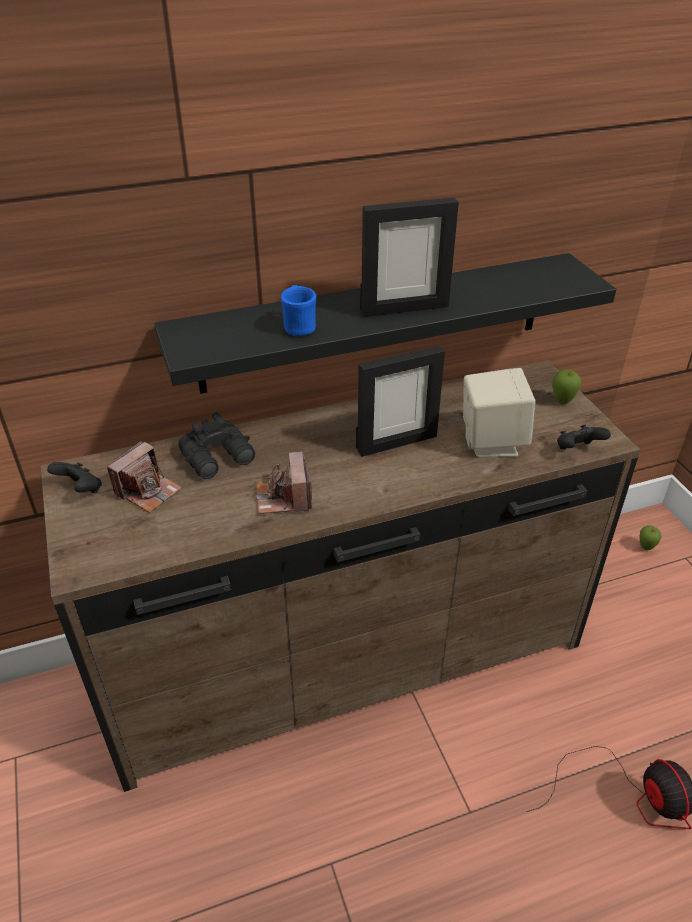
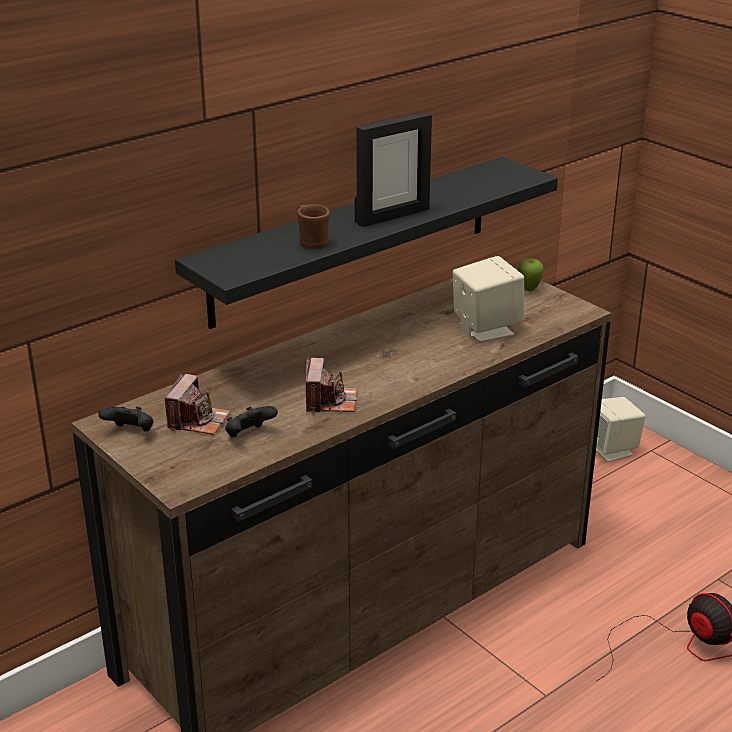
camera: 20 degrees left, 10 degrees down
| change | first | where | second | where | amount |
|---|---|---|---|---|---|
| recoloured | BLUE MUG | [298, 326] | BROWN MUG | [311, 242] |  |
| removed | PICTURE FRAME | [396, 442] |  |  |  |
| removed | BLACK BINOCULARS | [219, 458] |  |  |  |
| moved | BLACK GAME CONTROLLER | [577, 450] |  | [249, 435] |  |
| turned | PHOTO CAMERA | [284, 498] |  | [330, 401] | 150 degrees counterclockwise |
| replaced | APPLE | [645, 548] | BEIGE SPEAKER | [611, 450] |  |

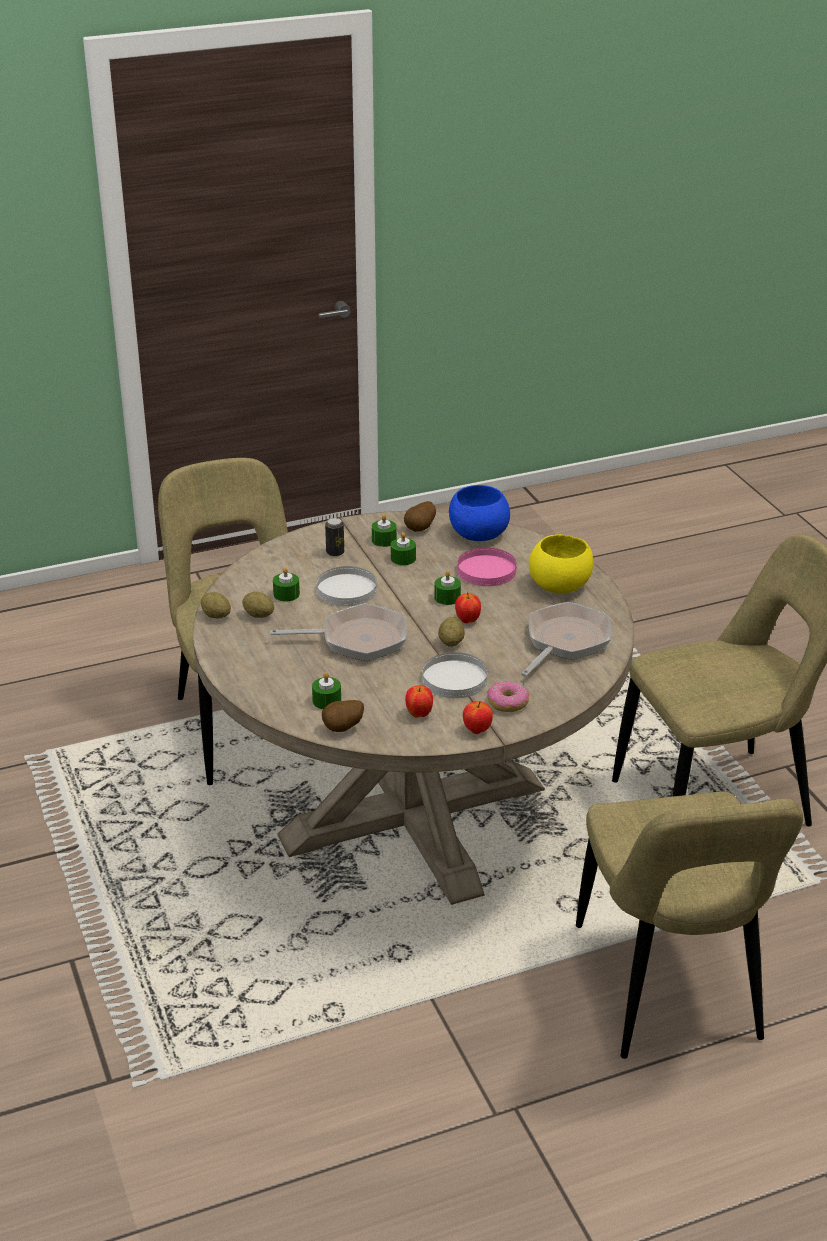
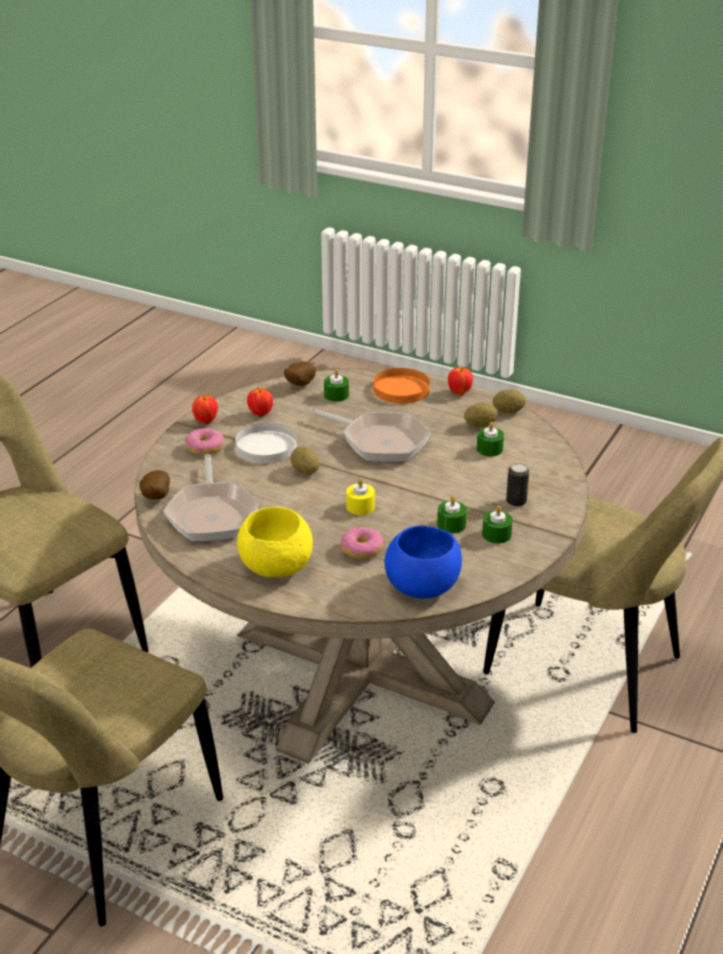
camera: 140 degrees right, 0 degrees up
| change | first | where | second | where | amount |
|---|---|---|---|---|---|
| moved | POTATO | [421, 529] |  | [155, 498] |  |
| replaced | PINK PLATE | [487, 570] | DONUT | [361, 549] |  |
| removed | WHITE PLATE | [346, 589] |  |  |  |
| recoloured | GREEN CANDLE | [447, 597] | YELLOW CANDLE | [360, 506] |  |
| moved | APPLE | [467, 620] |  | [459, 392] |  |
| turned | FRYING PAN | [357, 639] |  | [380, 441] | 105 degrees counterclockwise |
| added |  |  | ORANGE PLATE | [400, 389] |  |

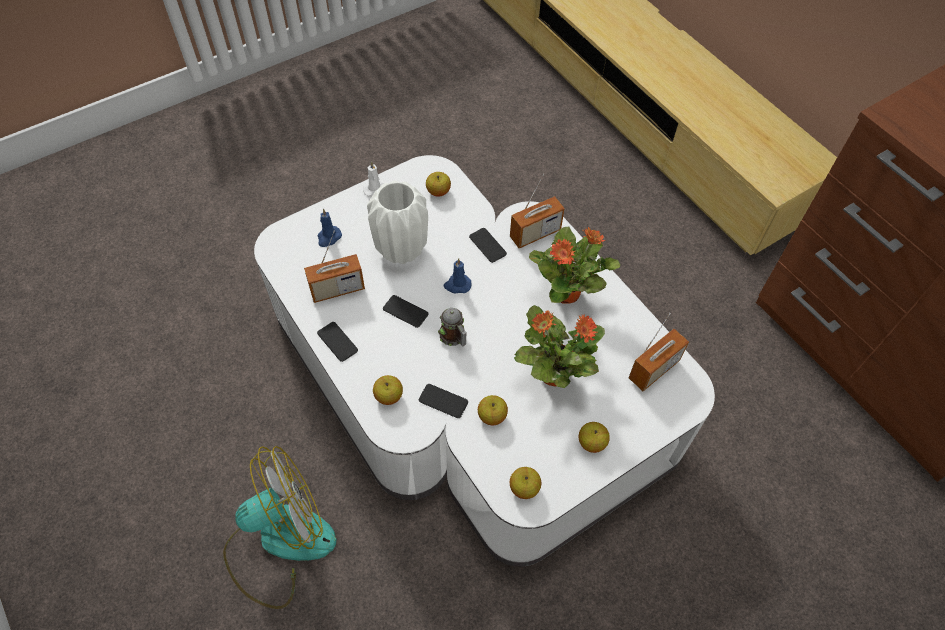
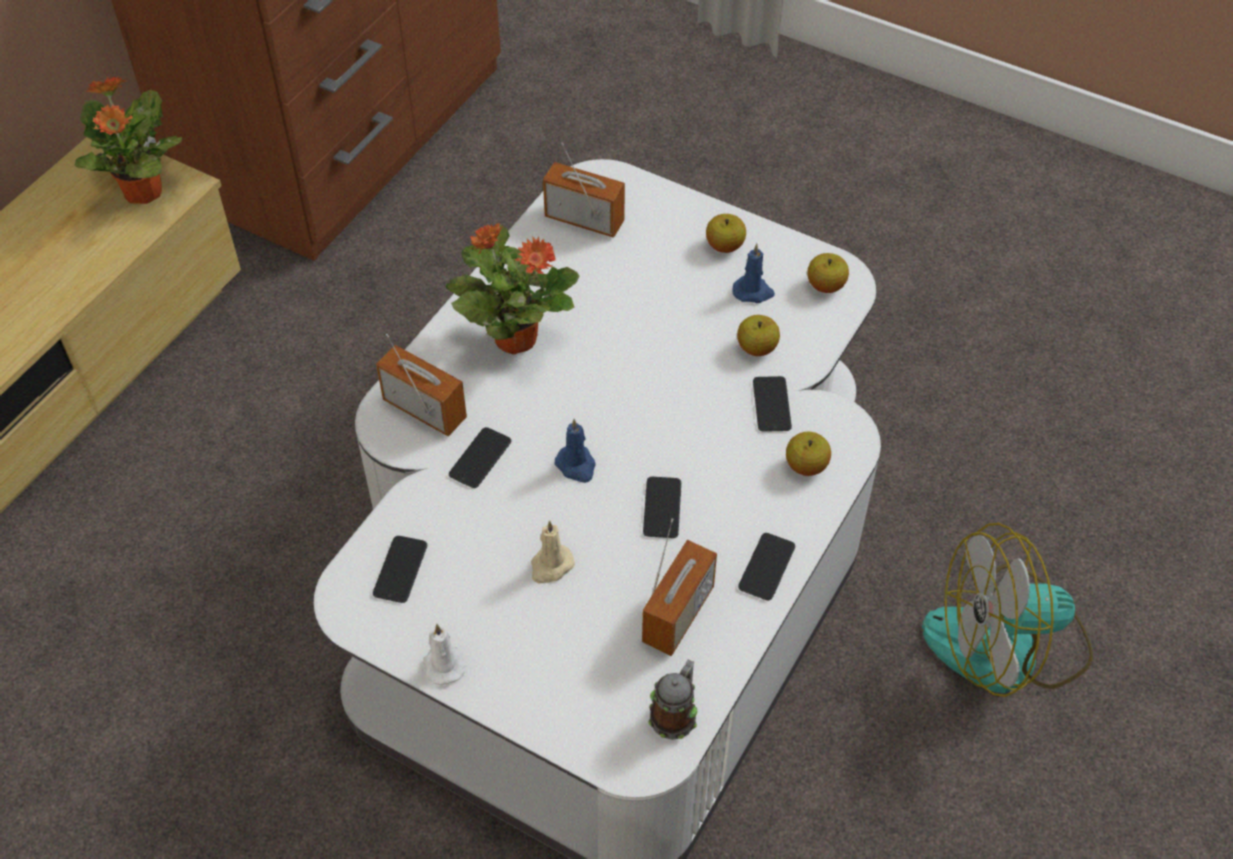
camera: 115 degrees left, 5 degrees down
| change | first | where | second | where | amount |
|---|---|---|---|---|---|
| replaced | APPLE | [438, 191] | PHONE | [400, 570] |  |
| replaced | WHITE VASE | [401, 249] | BEIGE CANDLE | [550, 566] |  |
| moved | BLUE CANDLE | [328, 237] |  | [753, 292] |  |
| turned | RADIO | [337, 289] |  | [678, 615] | 75 degrees clockwise |
| moved | POTTED PLANT | [552, 373] |  | [143, 193] |  |
| moved | MUG | [454, 337] |  | [675, 713] |  |
| turned | FAN | [279, 542] |  | [1007, 646] | 45 degrees counterclockwise |

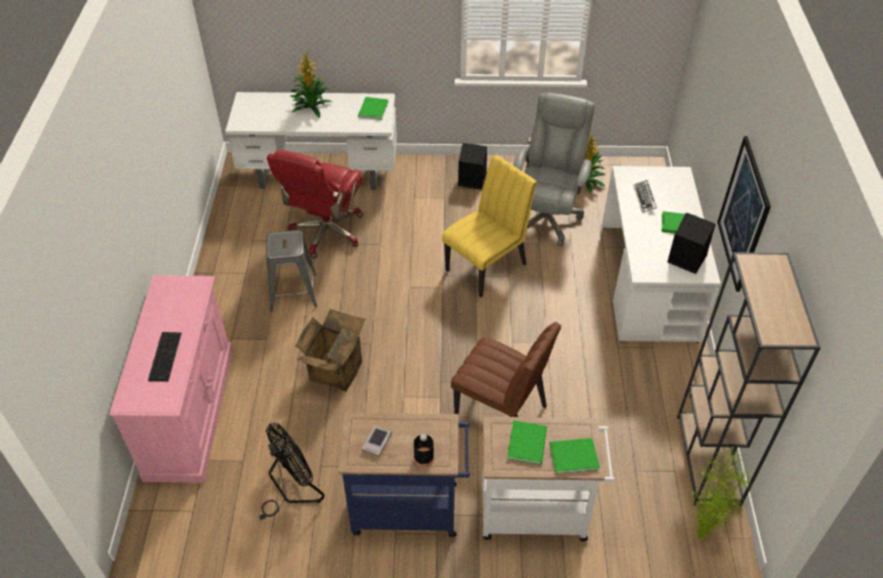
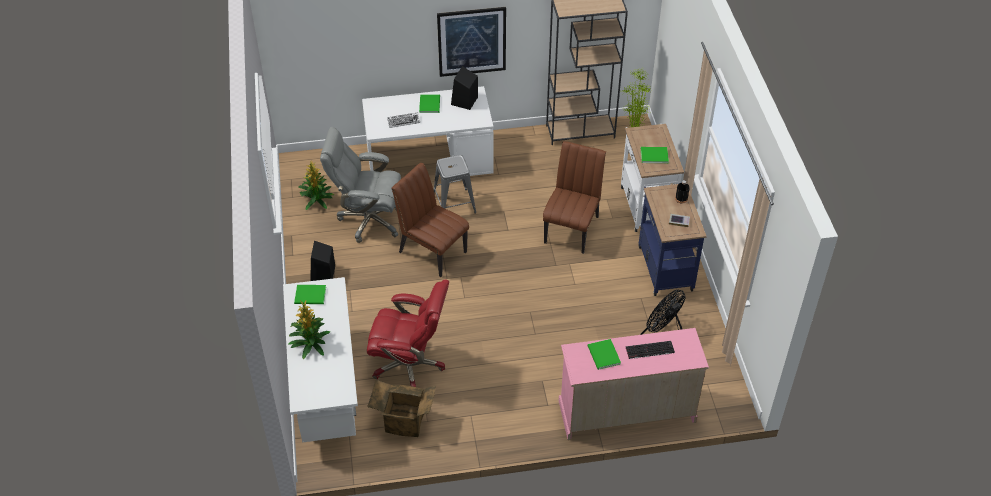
camera: 100 degrees left, 0 degrees up
| change | first | where | second | where | amount |
|---|---|---|---|---|---|
| recoloured | YELLOW CHAIR | [486, 268] | BROWN CHAIR | [433, 252] |  |
| moved | GREY STOOL | [293, 292] |  | [454, 204] |  |
| moved | CARDBOARD BOX | [334, 369] |  | [404, 422] |  |
| moved | GREEN BOOK | [572, 455] |  | [603, 356] |  |

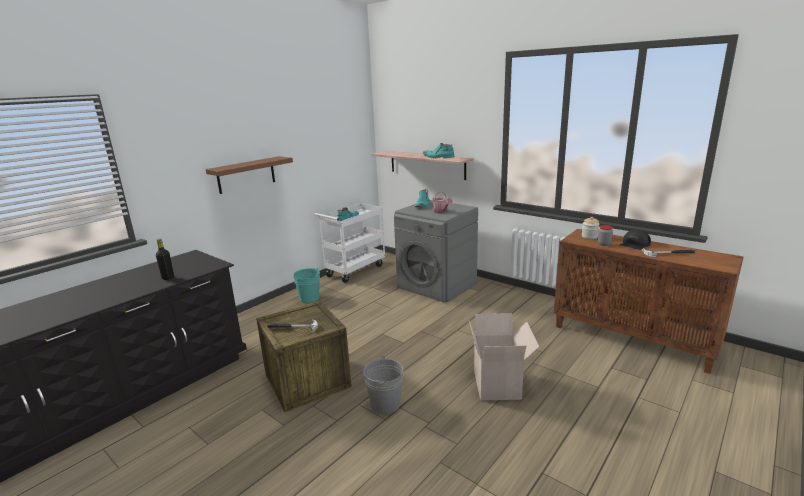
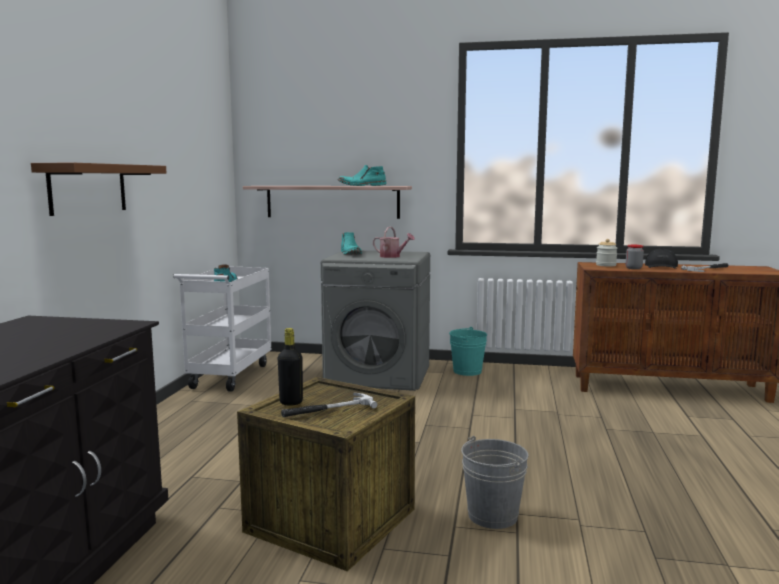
camera: 30 degrees left, 10 degrees down
| change | first | where | second | where | amount |
|---|---|---|---|---|---|
| moved | BLACK BOTTLE | [168, 277] |  | [291, 402] |  |
| moved | TURQUOISE BUCKET | [309, 298] |  | [467, 371] |  |
| removed | CARDBOARD BOX | [498, 385] |  |  |  |

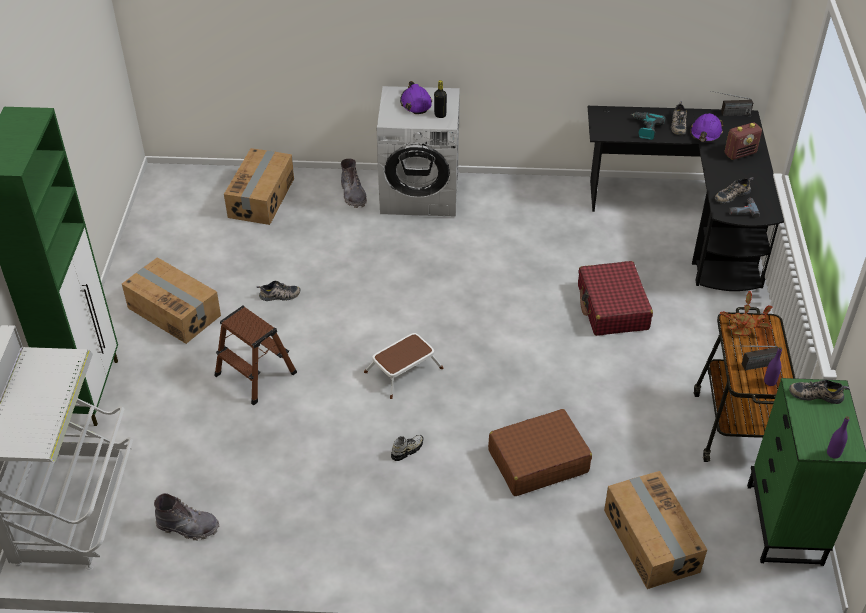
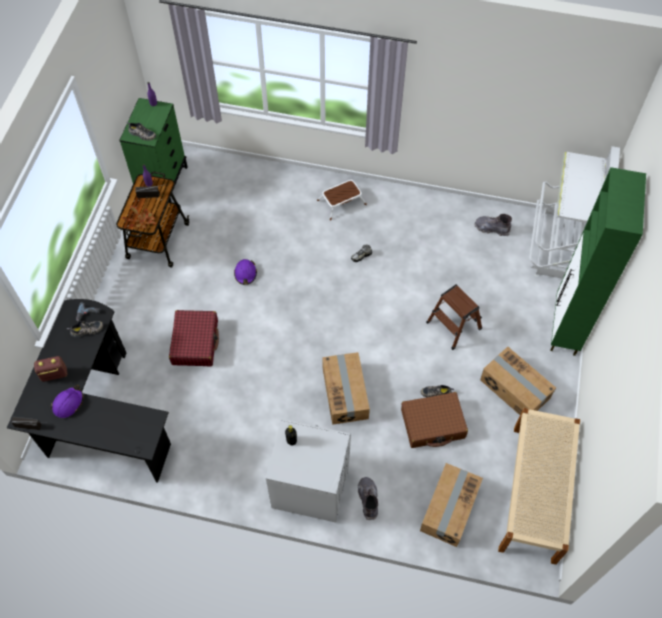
camera: 170 degrees left, 15 degrees up
| change | first | where | second | where | amount |
|---|---|---|---|---|---|
| moved | PURPLE HARD HAT | [415, 103] |  | [245, 274] |  |
| removed | SHOE | [677, 124] |  |  |  |
| removed | POWER DRILL | [645, 129] |  |  |  |
| moved | BROWN STEP LADDER | [403, 370] |  | [341, 202] |  |
| moved | BROWN SUITCASE | [537, 461] |  | [433, 424] |  |
| moved | CARDBOARD BOX | [650, 541] |  | [345, 393] |  |
| added |  |  | BEIGE BENCH | [535, 493] |  |

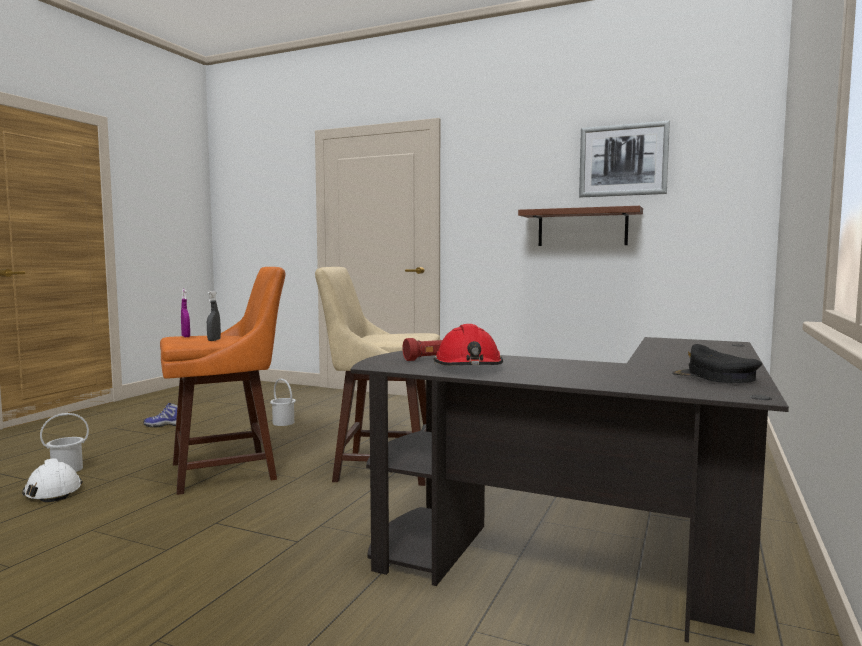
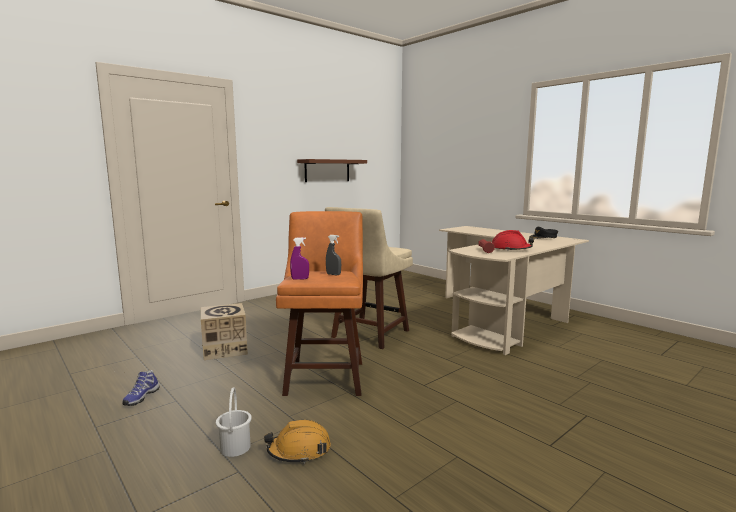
camera: 65 degrees left, 5 degrees up
| change | first | where | second | where | amount |
|---|---|---|---|---|---|
| removed | PICTURE | [623, 160] |  |  |  |
| recoloured | BLACK DESK | [602, 552] | BEIGE DESK | [503, 317] |  |
| replaced | WHITE BUCKET | [283, 423] | CARDBOARD BOX | [225, 349] |  |
| recoloured | WHITE HARD HAT | [53, 491] | ORANGE HARD HAT | [299, 450] |  |

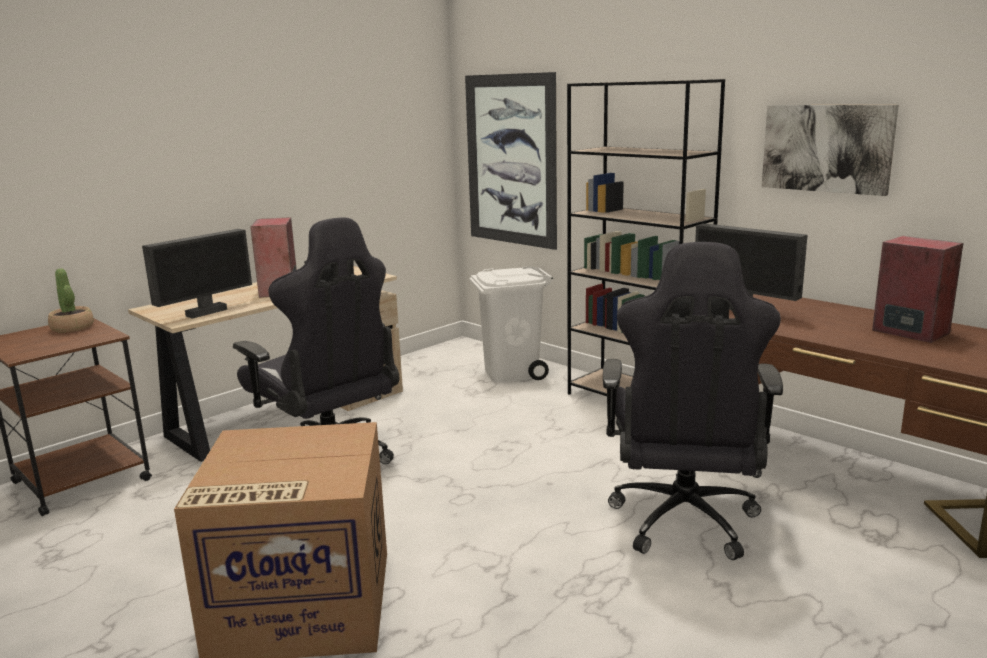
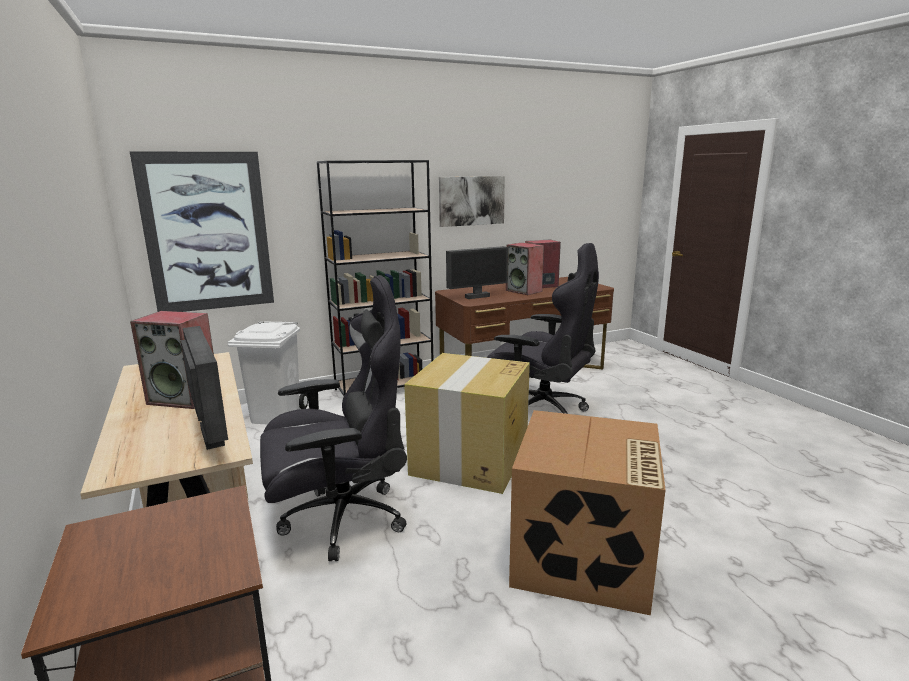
camera: 70 degrees left, 0 degrees up
| change | first | where | second | where | amount |
|---|---|---|---|---|---|
| removed | POTTED PLANT | [72, 327] |  |  |  |
| added |  |  | SPEAKER | [524, 291] |  |
| added |  |  | CARDBOARD BOX | [469, 461] |  |

